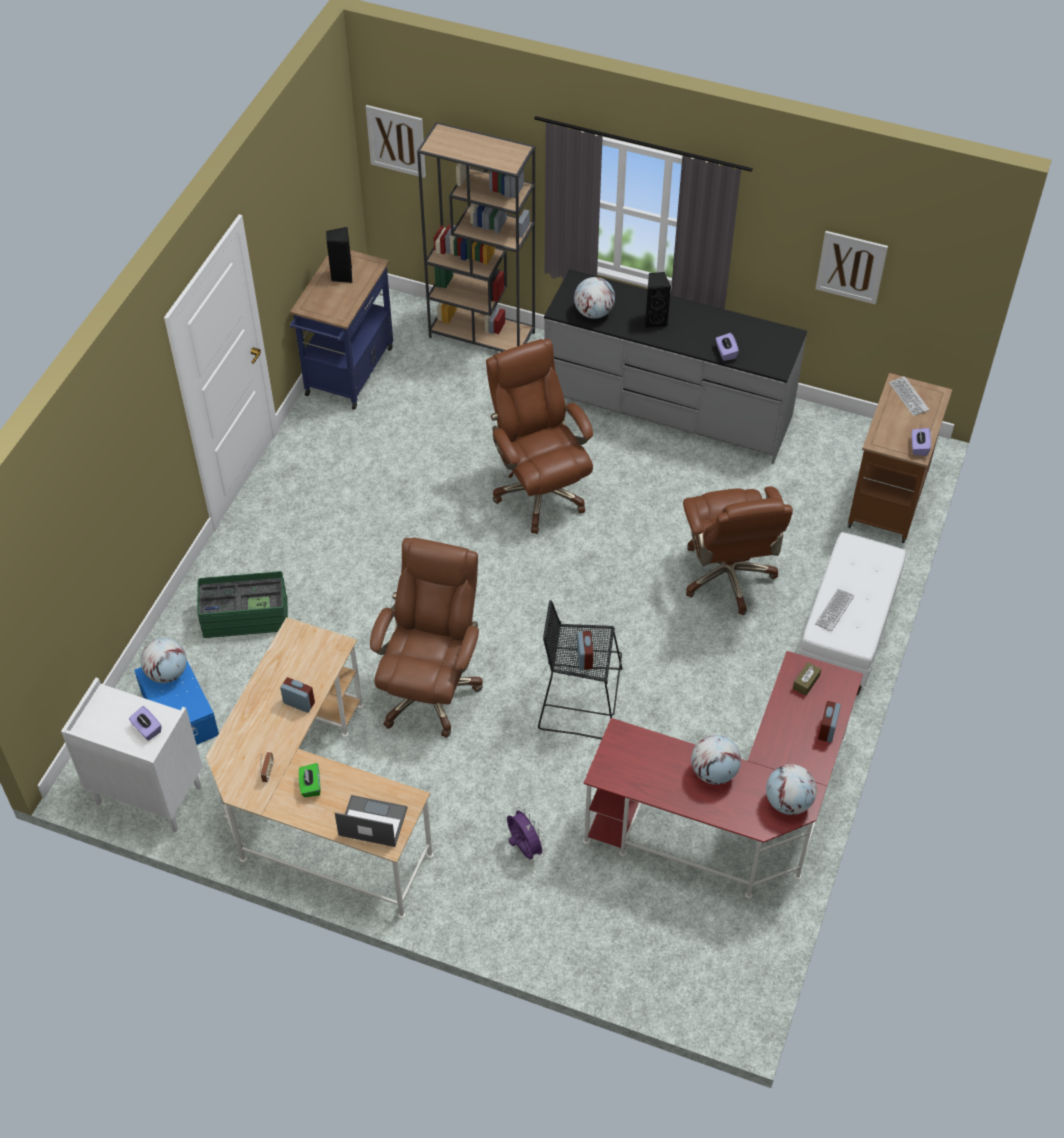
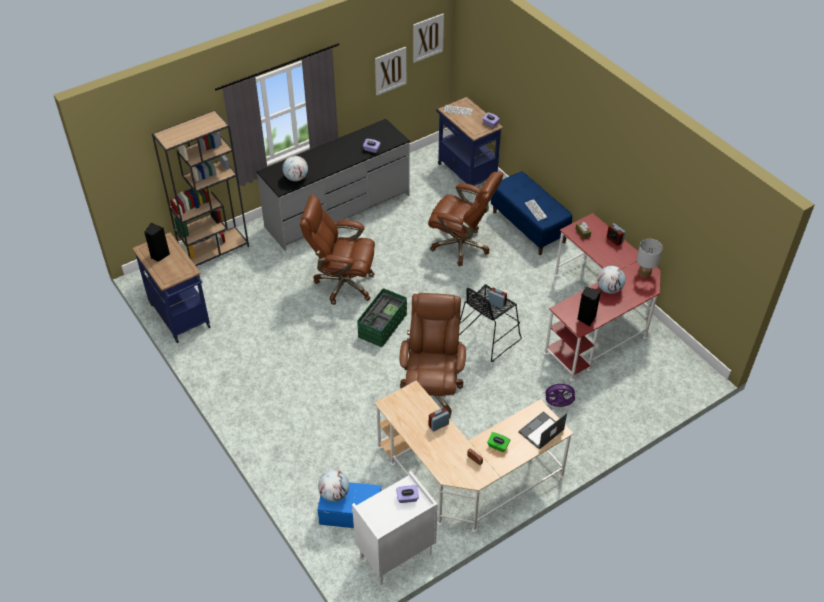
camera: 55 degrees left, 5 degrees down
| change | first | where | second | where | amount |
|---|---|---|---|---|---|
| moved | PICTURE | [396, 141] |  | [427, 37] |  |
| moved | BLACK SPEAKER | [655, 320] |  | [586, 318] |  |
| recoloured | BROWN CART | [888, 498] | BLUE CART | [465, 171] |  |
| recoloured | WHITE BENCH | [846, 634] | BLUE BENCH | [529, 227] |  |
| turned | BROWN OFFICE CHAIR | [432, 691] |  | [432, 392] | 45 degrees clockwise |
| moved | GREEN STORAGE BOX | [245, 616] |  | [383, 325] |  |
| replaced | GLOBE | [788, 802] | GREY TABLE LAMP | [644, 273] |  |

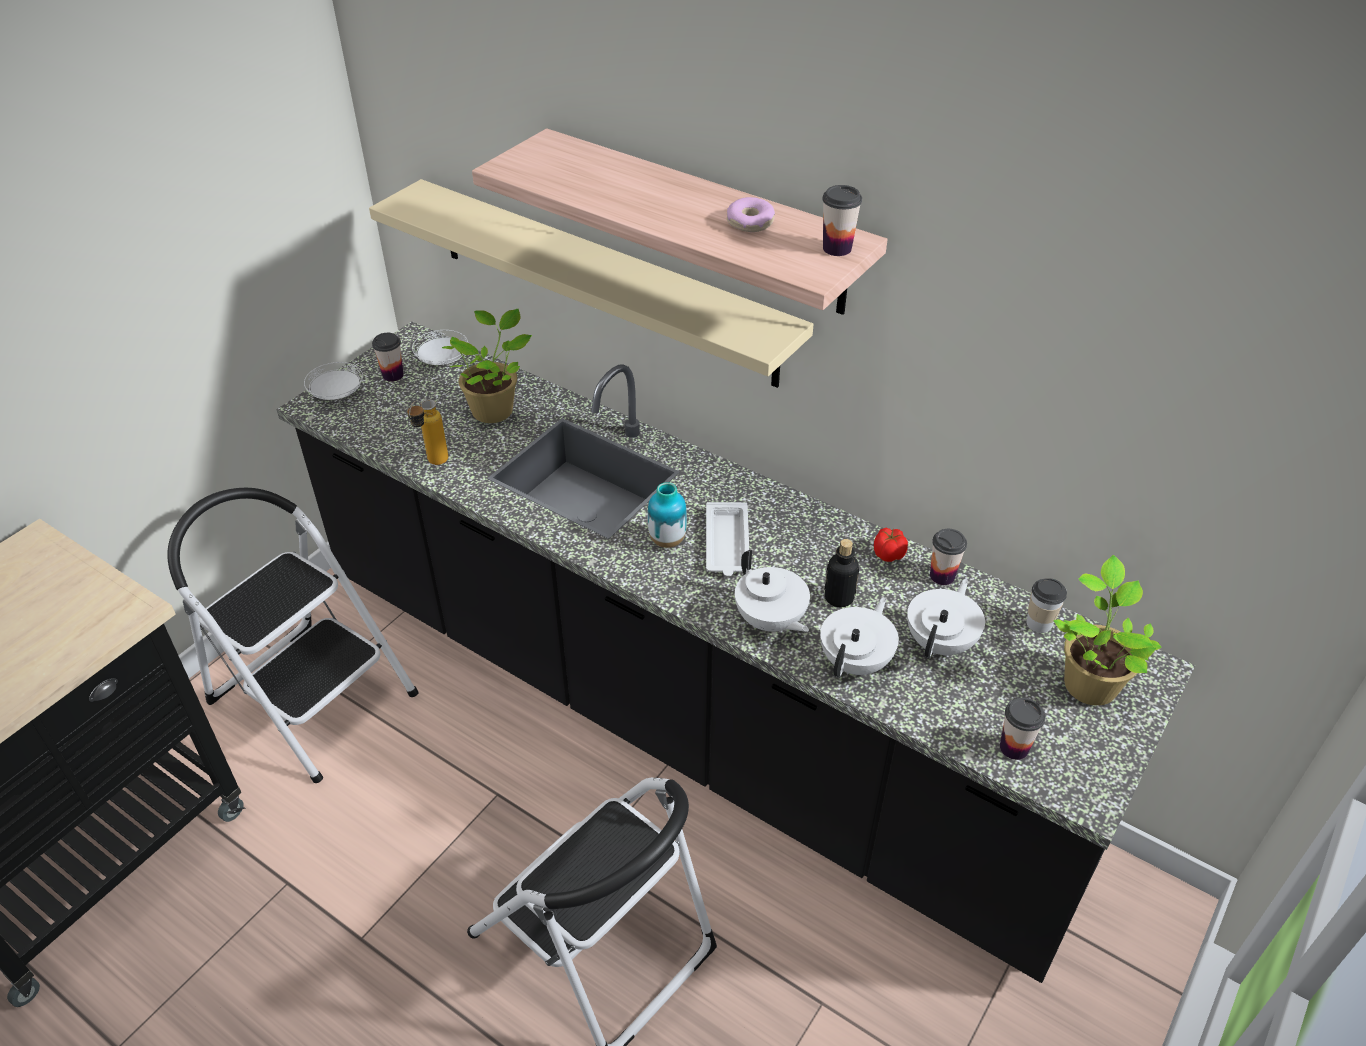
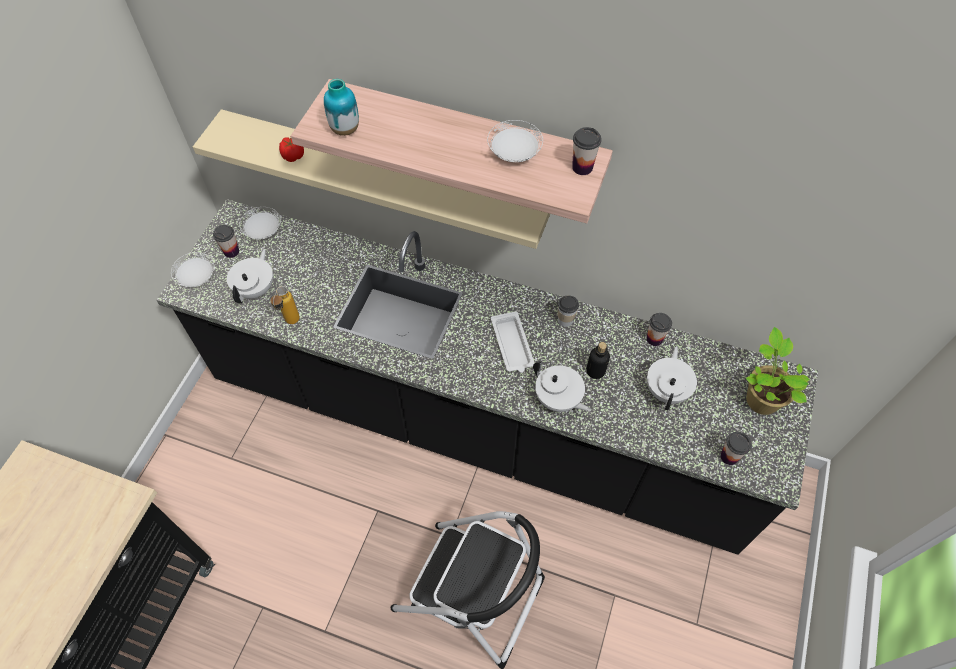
camera: 15 degrees left, 15 degrees up
| change | first | where | second | where | amount |
|---|---|---|---|---|---|
| replaced | DONUT | [750, 223] | WHITE PLATE | [514, 153] |  |
| removed | POTTED PLANT | [494, 409] |  |  |  |
| moved | VASE | [667, 540] |  | [345, 129] |  |
| removed | STEP LADDER | [309, 695] |  |  |  |
| moved | TOMATO | [888, 554] |  | [293, 156] |  |
| moved | CUP | [1039, 623] |  | [565, 320] |  |
| moved | WHITE TEAPOT | [856, 661] |  | [256, 289] |  |

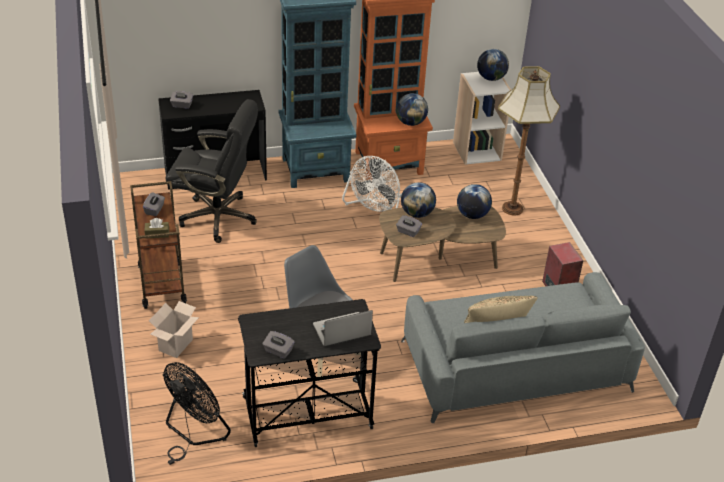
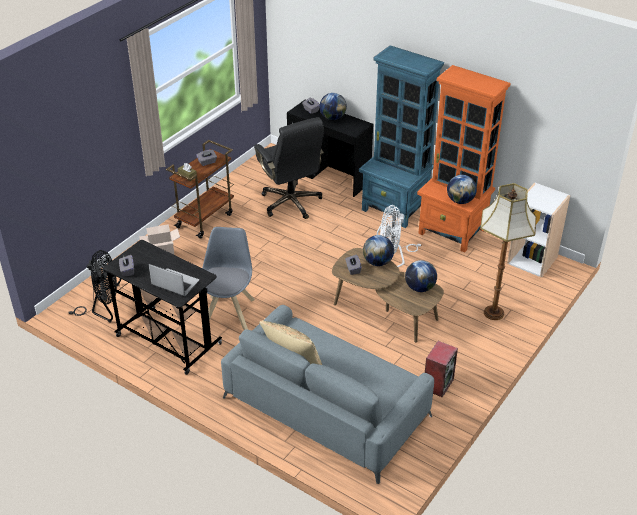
camera: 50 degrees right, 0 degrees up
| change | first | where | second | where | amount |
|---|---|---|---|---|---|
| moved | GLOBE | [491, 78] |  | [332, 118] |  |

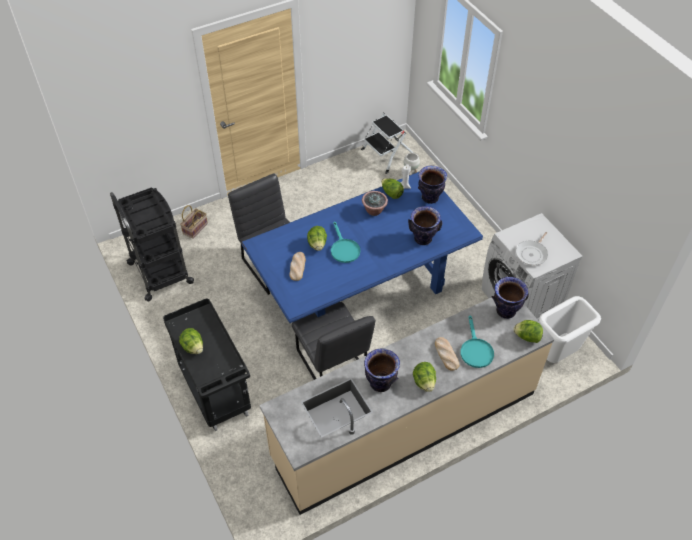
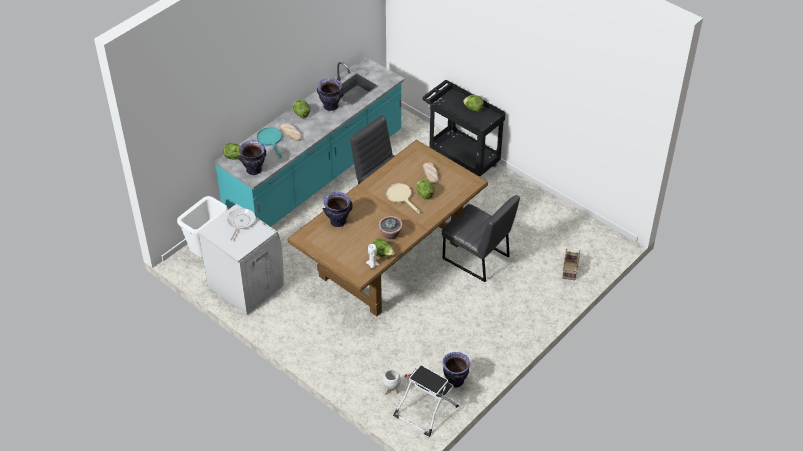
camera: 160 degrees right, 5 degrees down
| change | first | where | second | where | amount |
|---|---|---|---|---|---|
| moved | VASE | [430, 198] |  | [455, 381] |  |
| recoloured | BLUE DINING TABLE | [361, 288] | BROWN DINING TABLE | [390, 260] |  |
| removed | BLACK CART | [161, 273] |  |  |  |
| recoloured | TURQUOISE FRYING PAN | [343, 249] | BEIGE FRYING PAN | [401, 197] |  |
| recoloured | BEIGE COUNTER | [404, 425] | TURQUOISE COUNTER | [316, 176] |  |

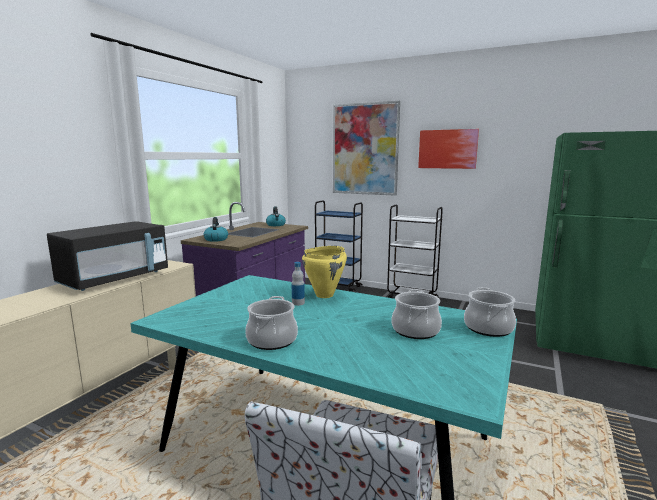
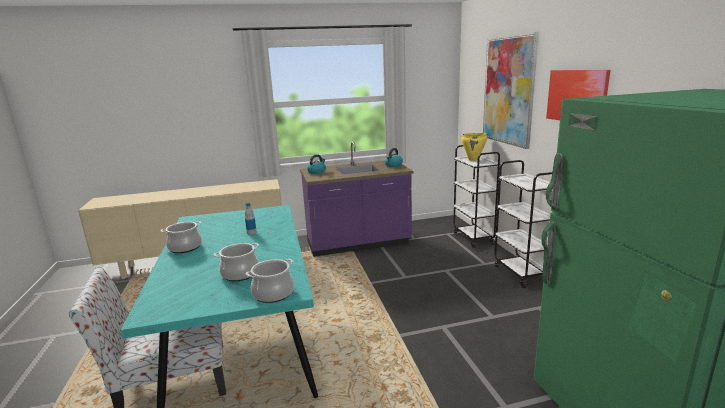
camera: 50 degrees right, 5 degrees up
| change | first | where | second | where | amount |
|---|---|---|---|---|---|
| recoloured | BLUE CART | [339, 287] | WHITE CART | [474, 238] |  |
| removed | BLACK MICROWAVE | [115, 279] |  |  |  |
| moved | YELLOW COOKING POT | [325, 295] |  | [473, 159] |  |

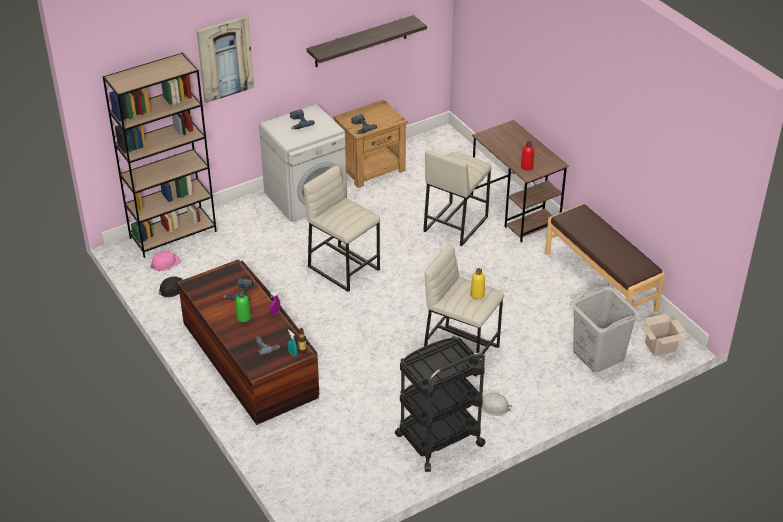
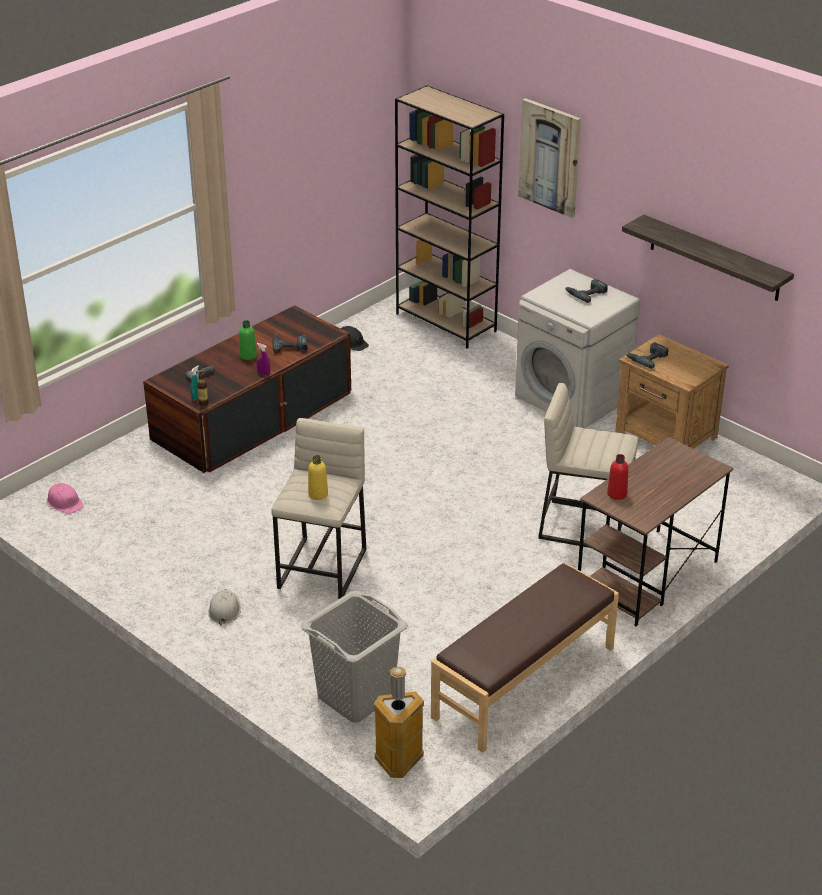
camera: 75 degrees right, 5 degrees down
| change | first | where | second | where | amount |
|---|---|---|---|---|---|
| removed | BEIGE STOOL | [343, 268] |  |  |  |
| moved | PINK HARD HAT | [165, 263] |  | [65, 502] |  |
| replaced | CARDBOARD BOX | [660, 346] | TRASH CAN | [400, 762] |  |
| removed | BLACK CART | [439, 439] |  |  |  |

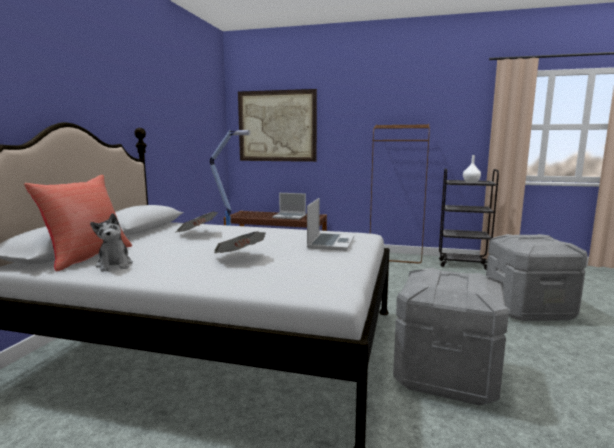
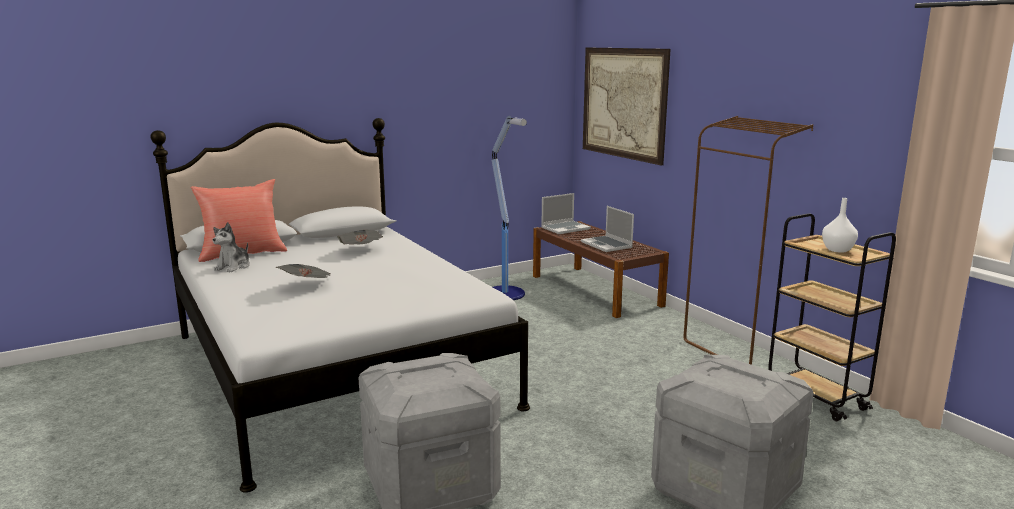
camera: 45 degrees right, 5 degrees up
| change | first | where | second | where | amount |
|---|---|---|---|---|---|
| recoloured | GREY CART | [463, 264] | BROWN CART | [817, 399] |  |
| moved | LAPTOP | [330, 243] |  | [565, 228] |  |

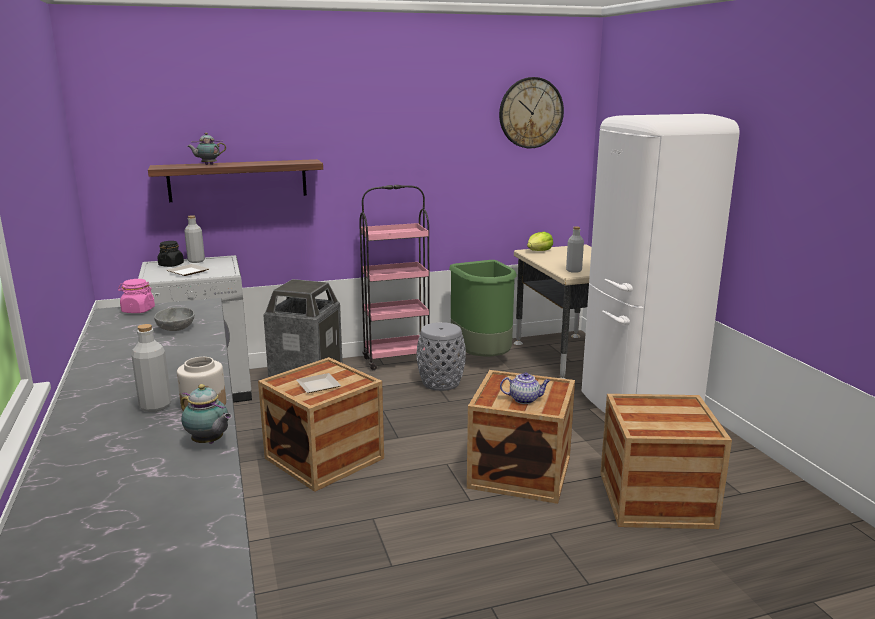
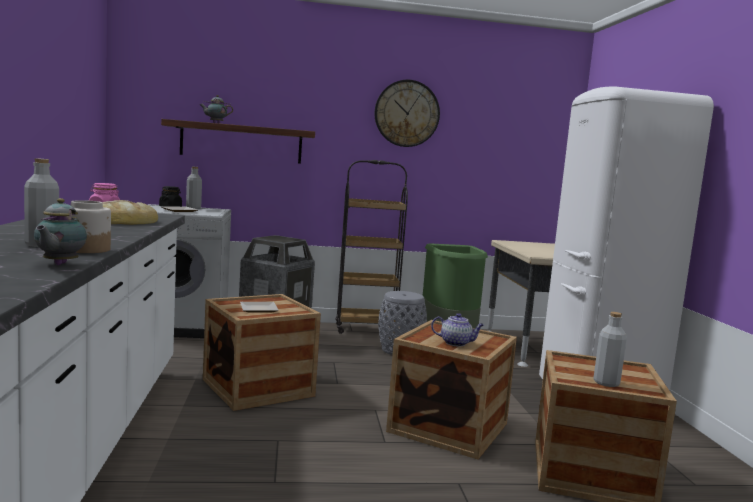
camera: 10 degrees right, 10 degrees down
| change | first | where | second | where | amount |
|---|---|---|---|---|---|
| moved | WALL CLOCK | [531, 113] |  | [407, 113] |  |
| recoloured | PINK CART | [397, 360] | BROWN CART | [366, 330] |  |
| moved | GREY BOTTLE | [574, 270] |  | [606, 383] |  |
| removed | LETTUCE | [539, 251] |  |  |  |
| replaced | GREY BOWL | [177, 329] | BREAD | [123, 221] |  |
| turned | TEAPOT | [209, 443] |  | [58, 264] | 45 degrees clockwise |

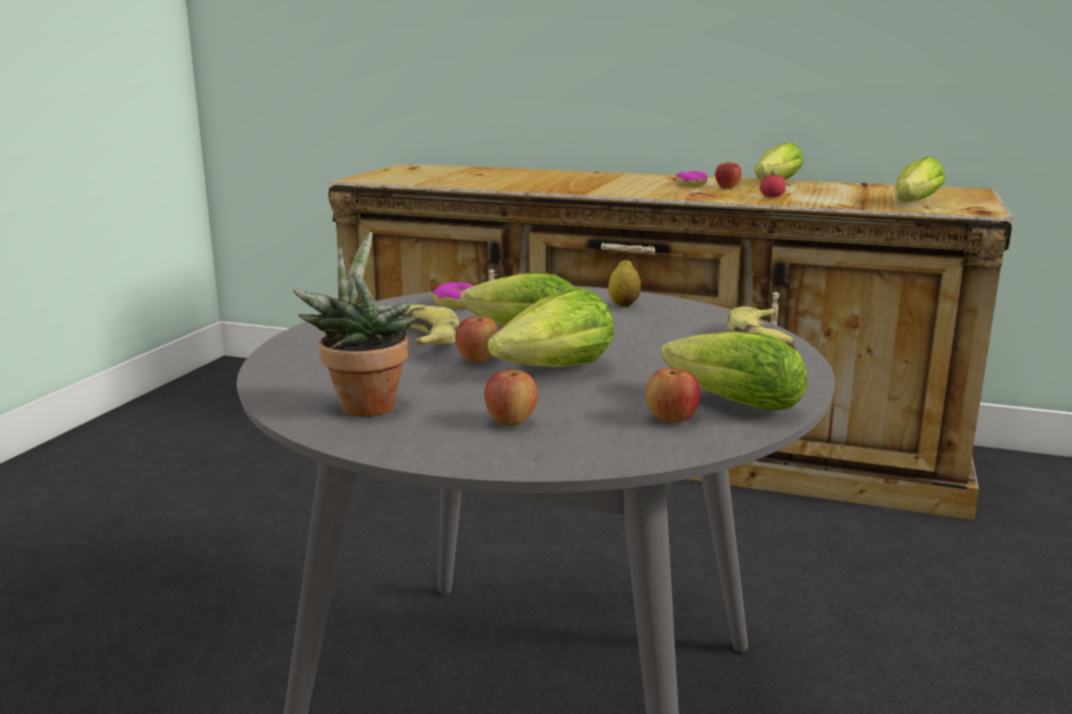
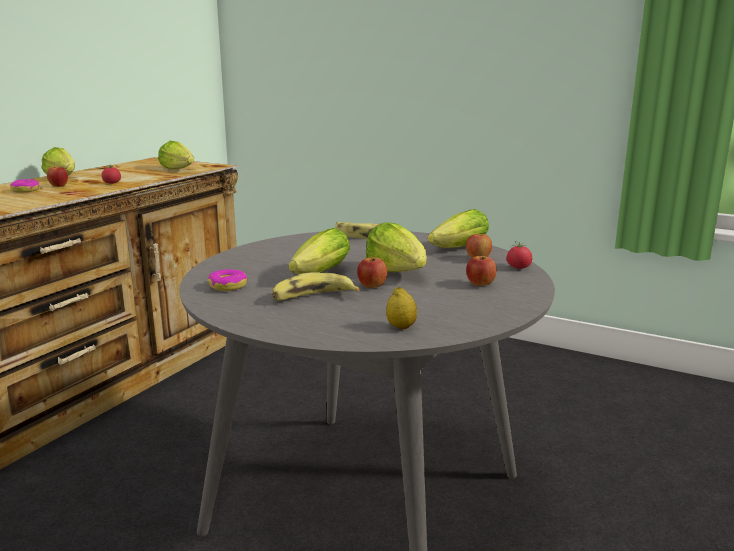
camera: 80 degrees left, 0 degrees up
| change | first | where | second | where | amount |
|---|---|---|---|---|---|
| removed | POTTED PLANT | [364, 404] |  |  |  |
| moved | LEMON | [624, 305] |  | [401, 327] |  |
| added |  |  | TOMATO | [518, 267] |  |

